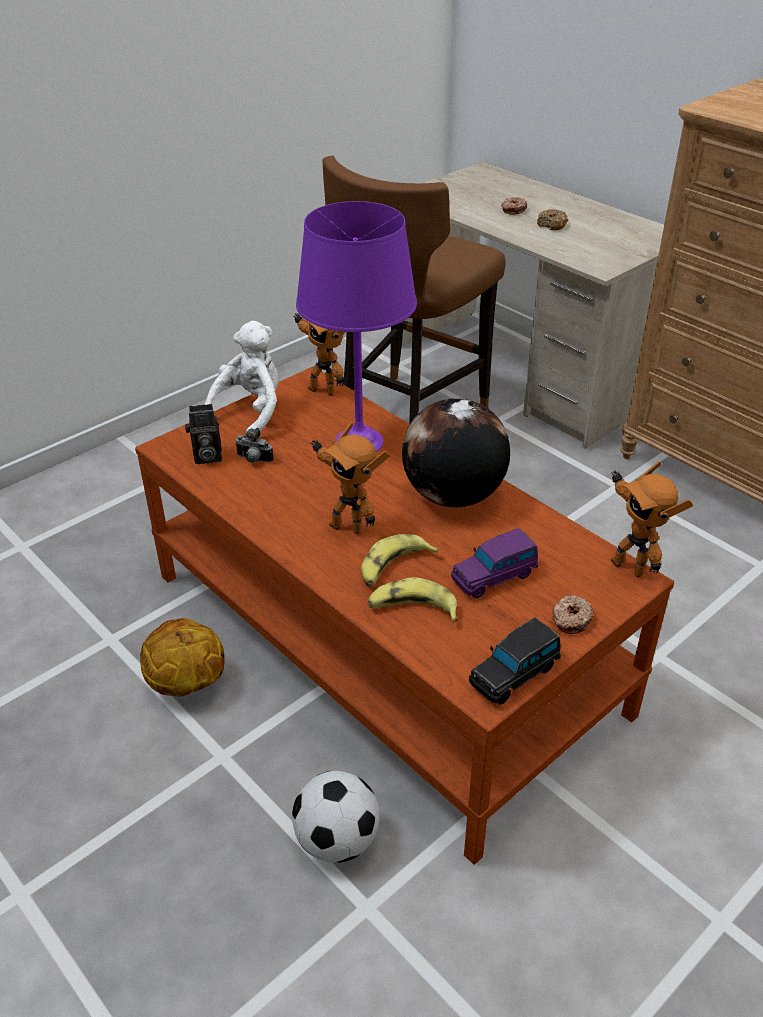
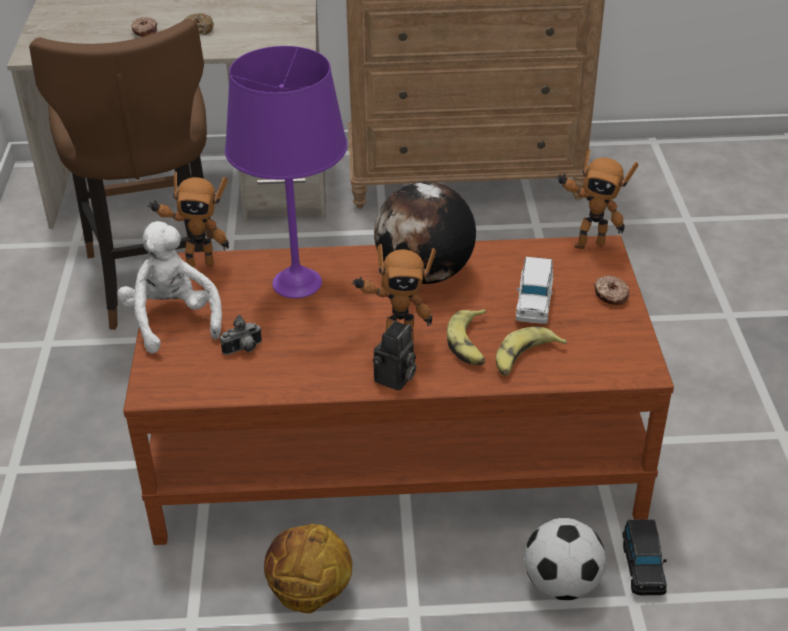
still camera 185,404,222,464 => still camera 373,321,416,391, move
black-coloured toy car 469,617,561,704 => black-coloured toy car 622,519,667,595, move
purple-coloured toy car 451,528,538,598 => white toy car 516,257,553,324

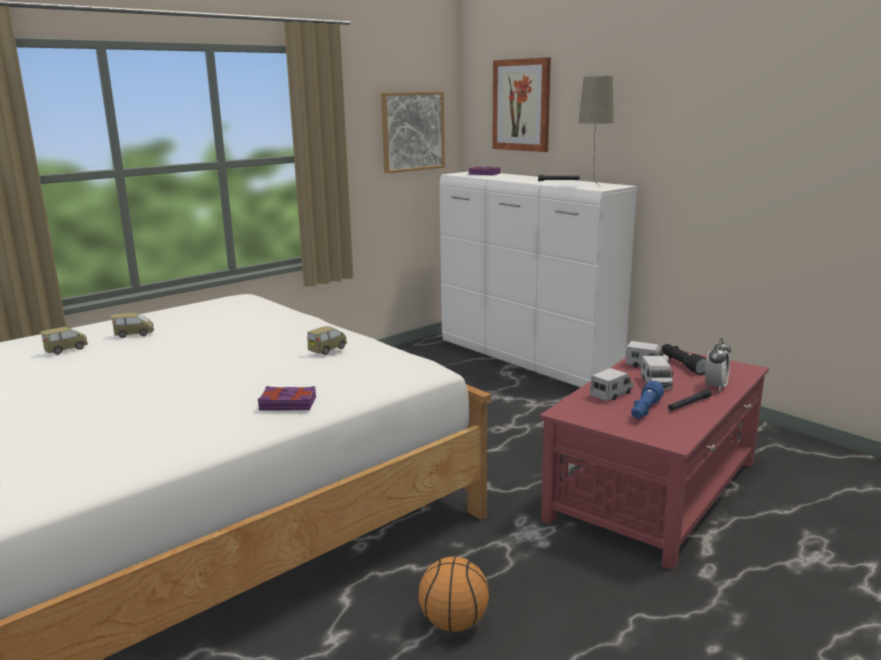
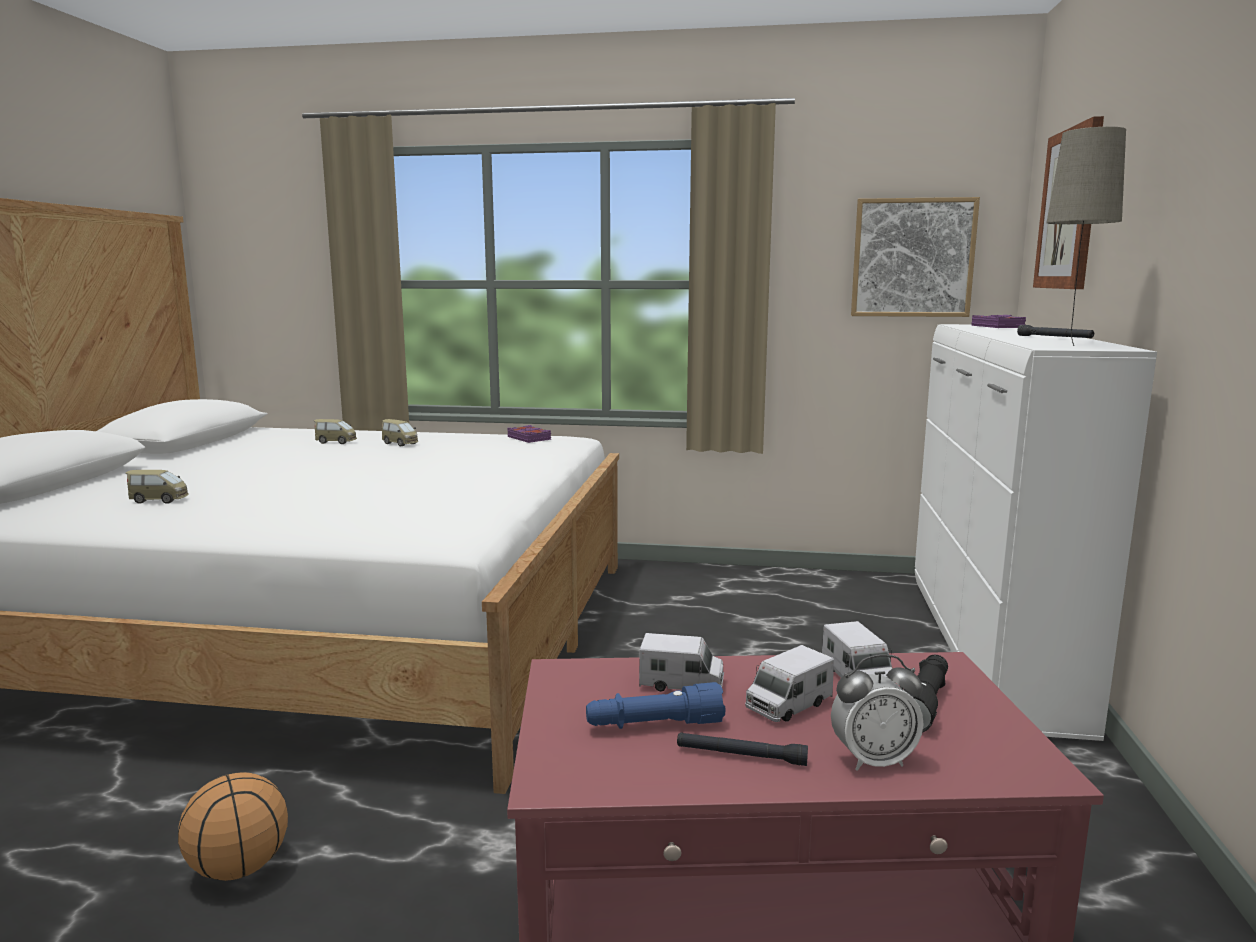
purple-coloured book 257,386,316,410 => purple-coloured book 507,425,551,443, move
toy car 307,326,347,355 => toy car 125,470,189,504, move

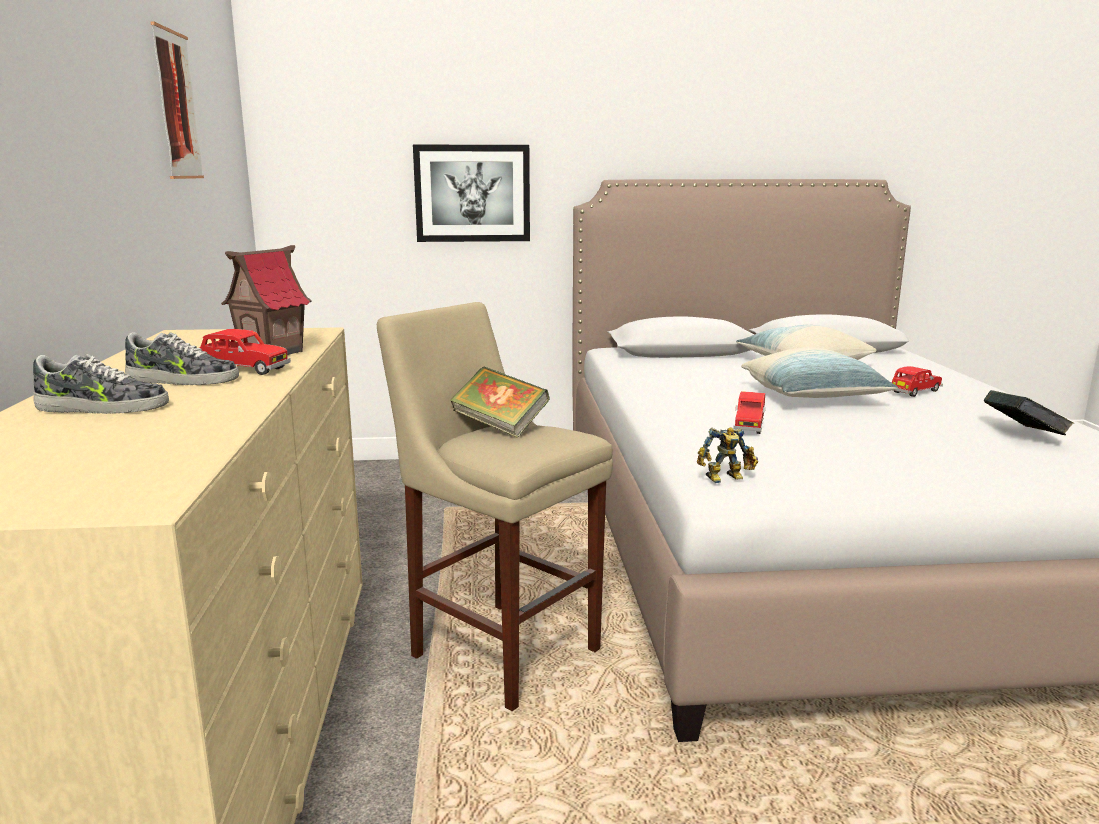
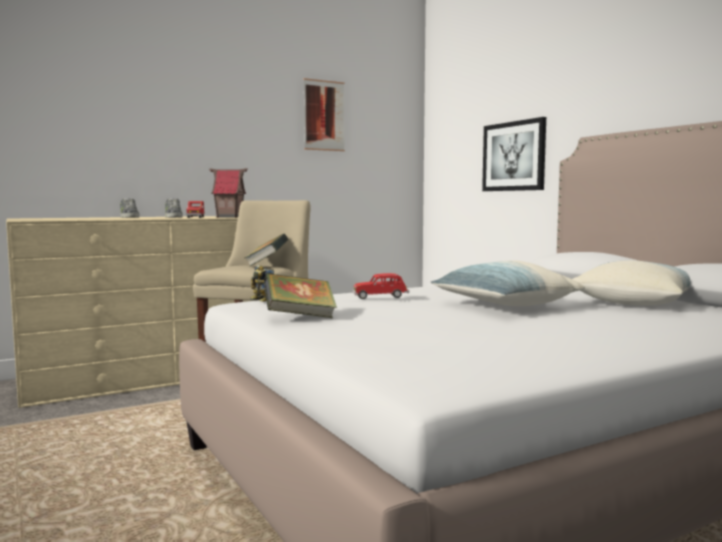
red toy car 892,366,943,397 => nothing
book 983,390,1074,435 => book 264,273,337,318, move

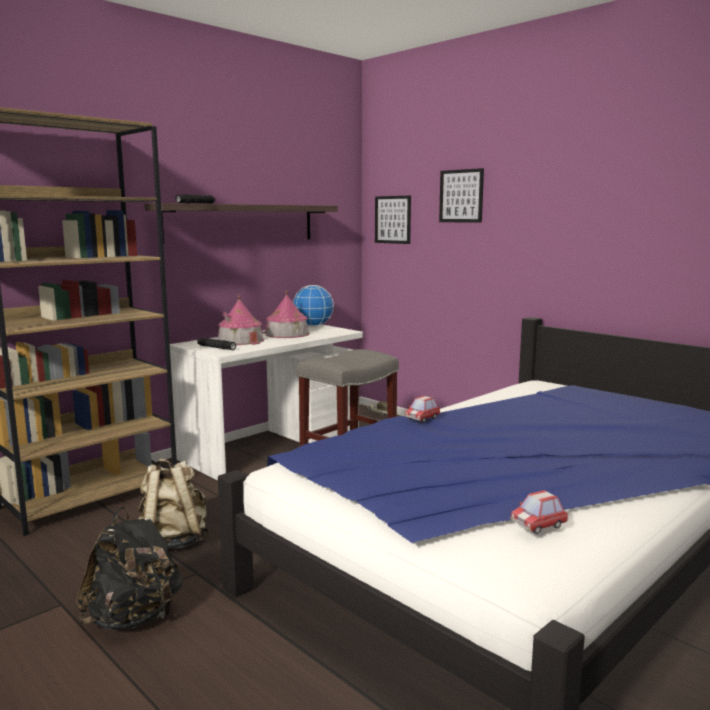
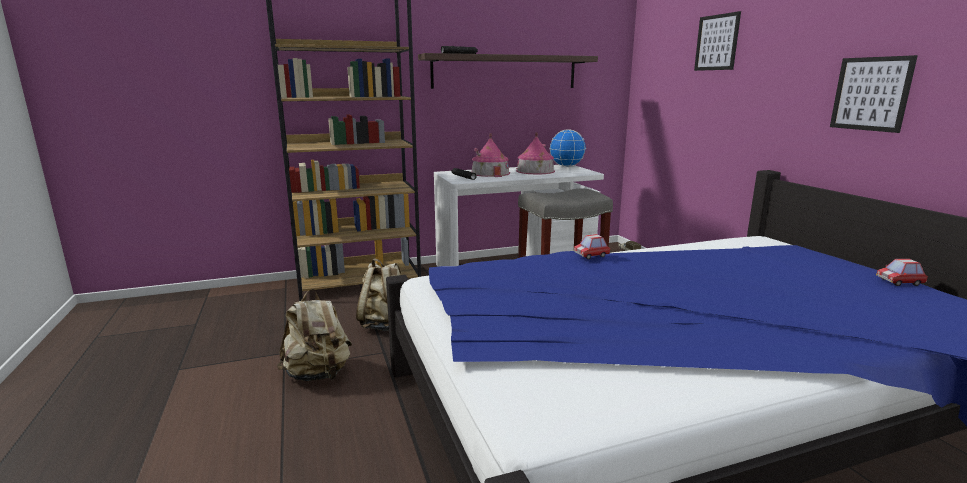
wall art 375,196,411,244 => wall art 830,55,918,133, move
toy car 511,490,568,534 => toy car 876,259,928,286, move
black-coloured backpack 76,507,183,630 => beige-coloured backpack 277,289,352,381

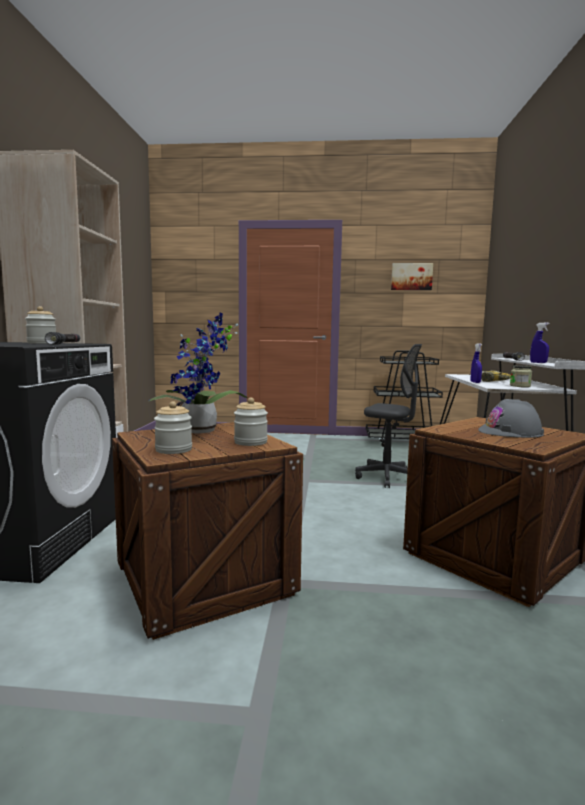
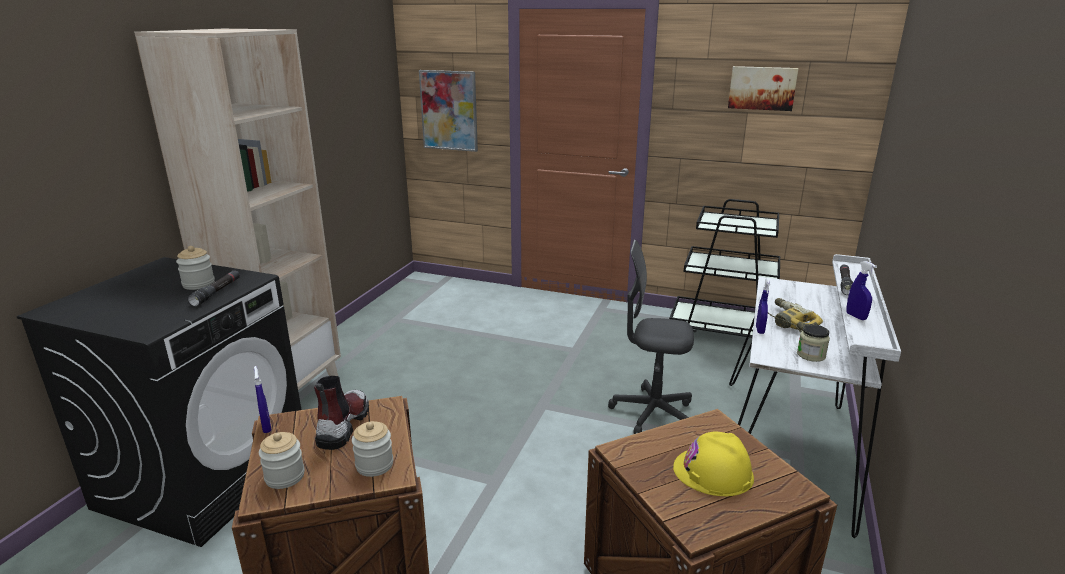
nothing => blue hand sprayer 254,366,271,433
nothing => wall art 419,70,478,152
houseplant 148,313,248,434 => high-top boot 314,376,369,450
gray hard hat 478,399,544,438 => yellow hard hat 673,432,754,496
gray computer chair 355,344,422,488 => gray computer chair 608,240,694,434, 150 degrees clockwise

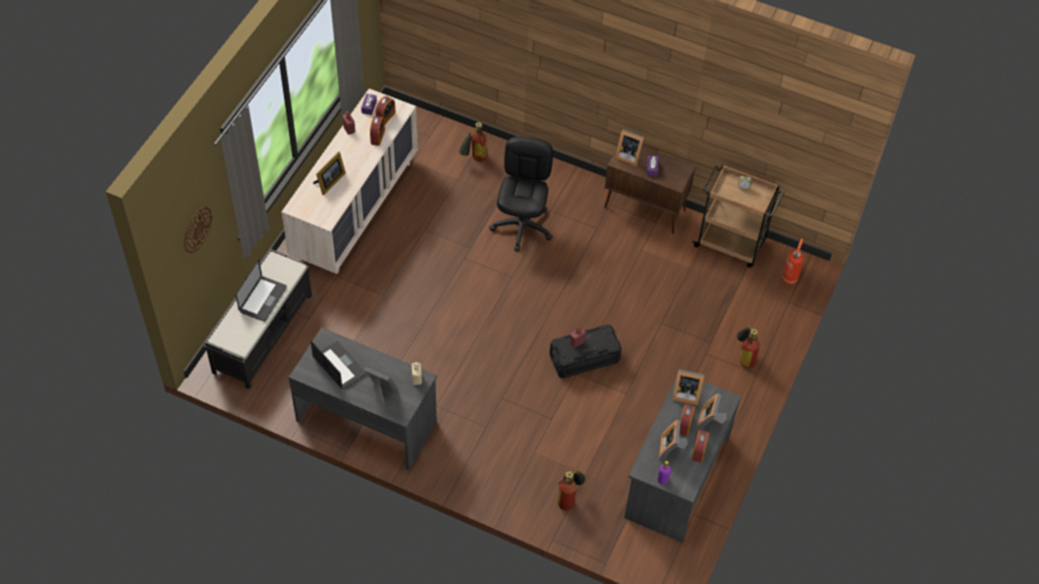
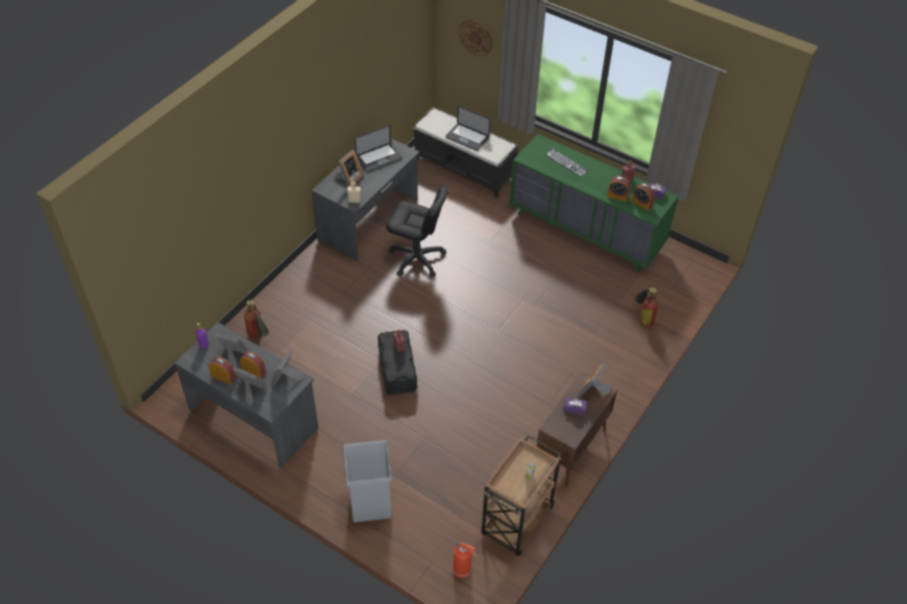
black-coloured computer chair 490,137,553,252 => black-coloured computer chair 386,186,449,277, move
standing frame 313,152,346,195 => computer keyboard 546,149,588,177
fire extinguisher 737,327,760,369 => gray rubbish bin 343,440,392,522
beige-coloured chest of drawers 281,89,418,274 => greenish chest of drawers 509,134,679,272

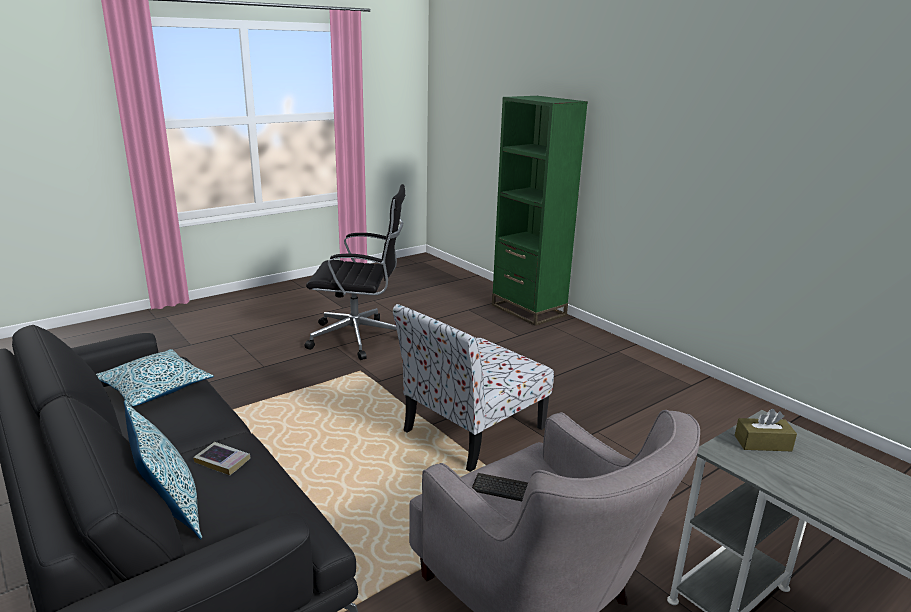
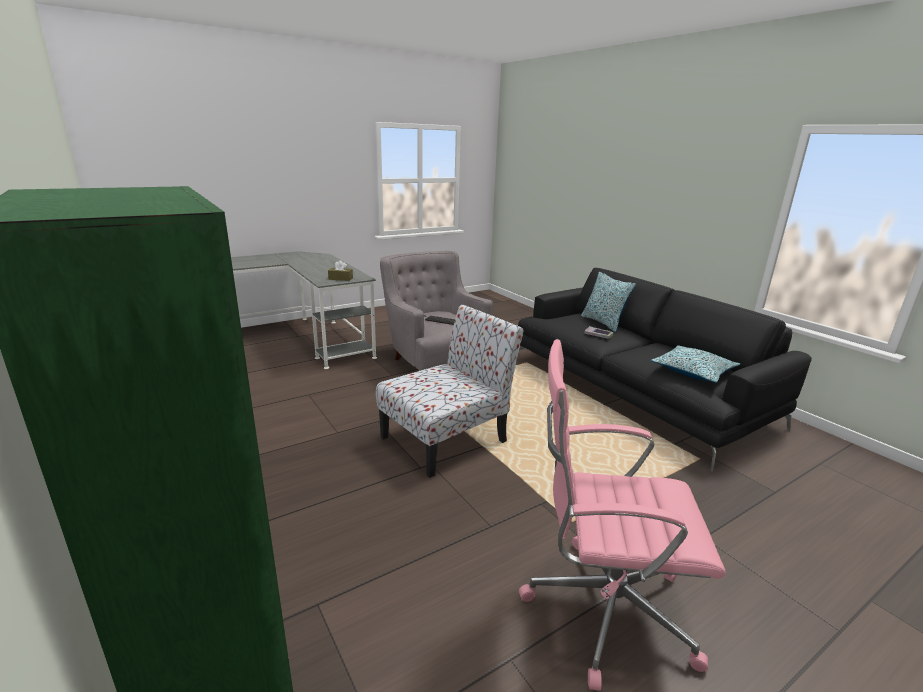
black-coloured computer chair 304,184,405,360 => pink computer chair 519,339,726,691

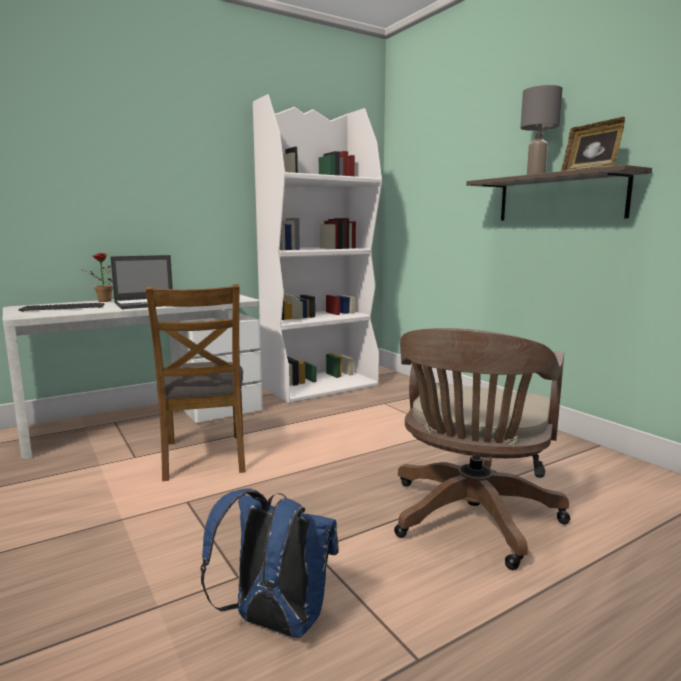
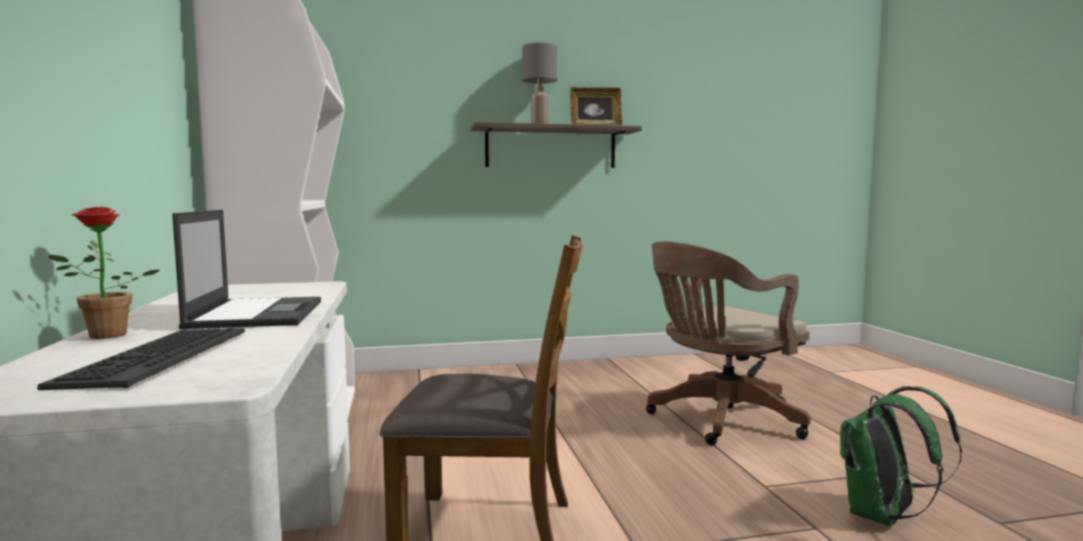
blue backpack 200,488,339,638 => greenish backpack 840,386,962,526
brown-coloured computer chair 394,328,570,570 => brown-coloured computer chair 646,241,811,445, 105 degrees clockwise

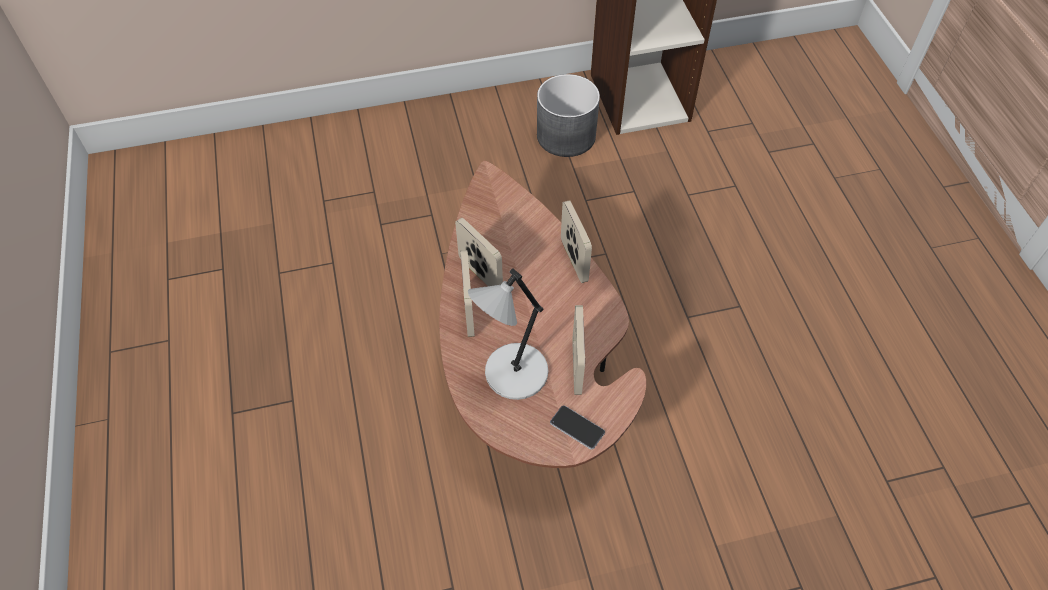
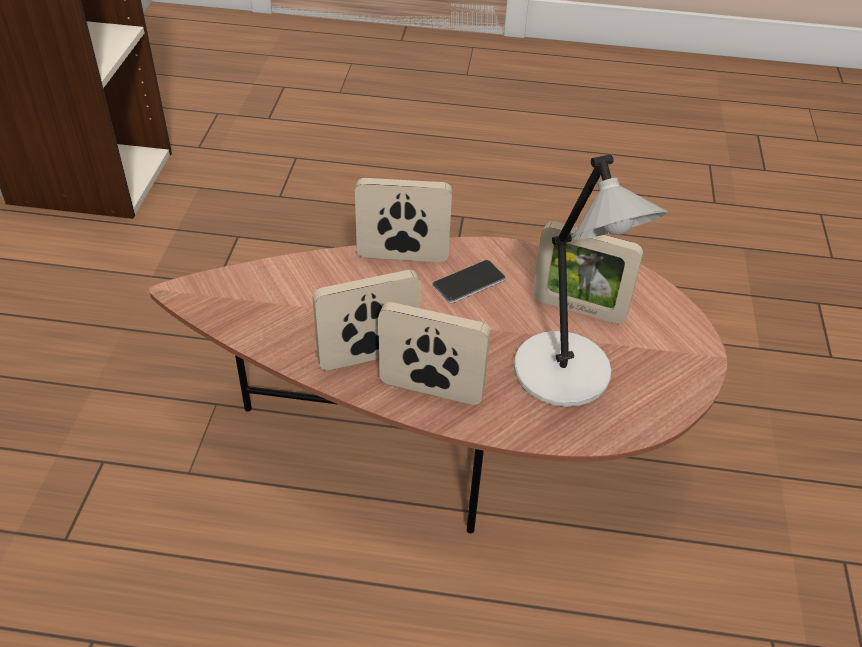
gray planter 537,74,600,157 => nothing
telephone 550,405,605,450 => telephone 432,260,506,304, move

